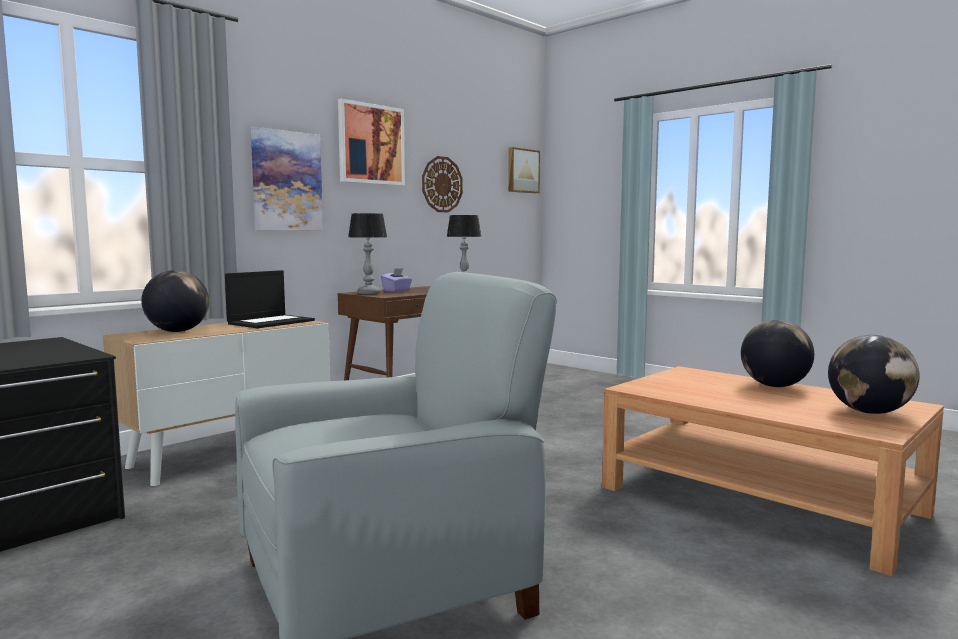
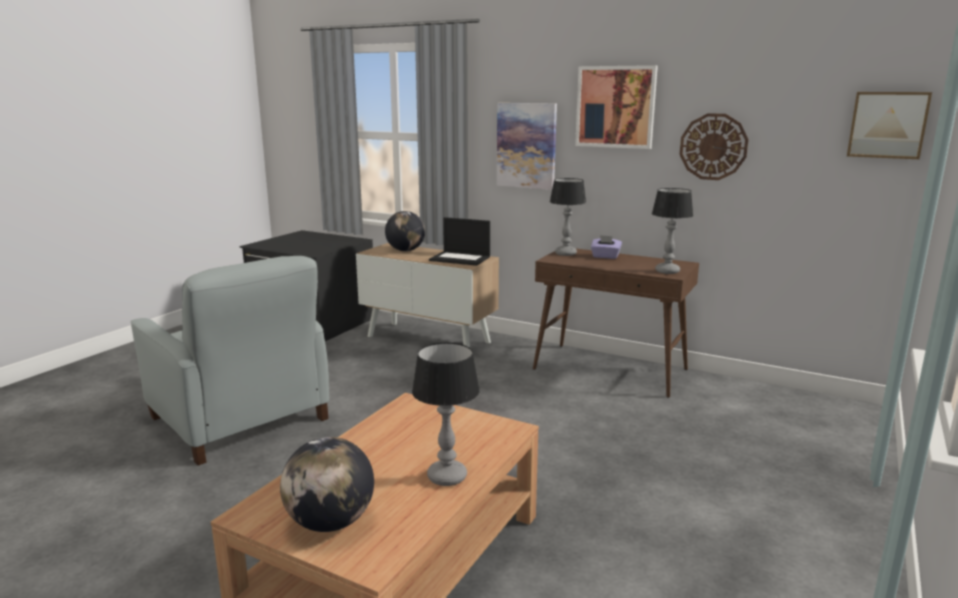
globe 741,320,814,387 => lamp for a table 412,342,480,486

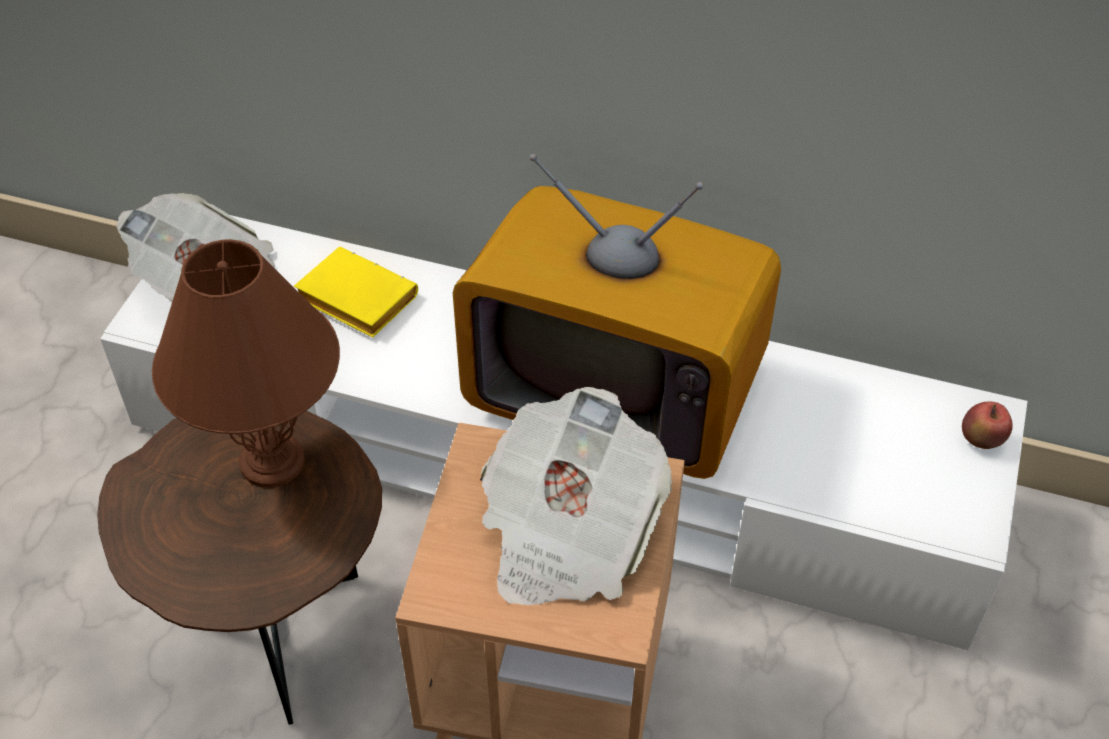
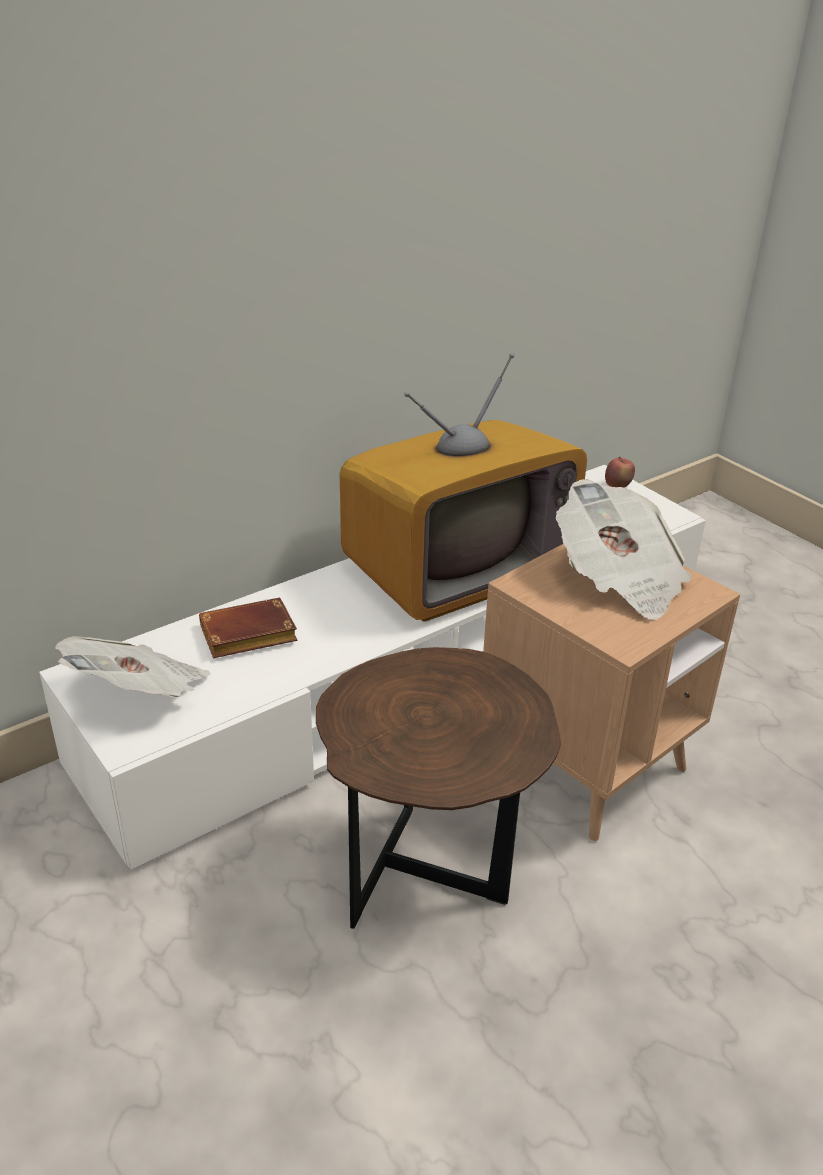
brown-coloured lamp for a table 152,239,340,488 => nothing
yellow book 294,247,418,338 => brown-coloured book 199,598,298,658

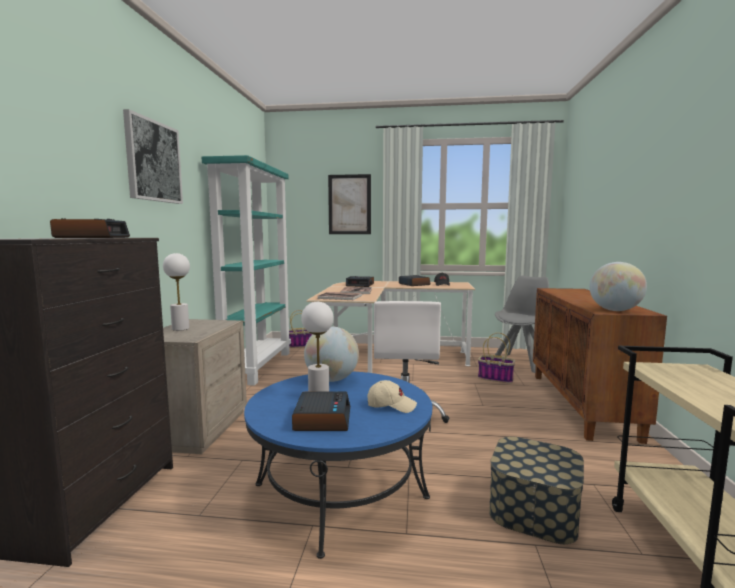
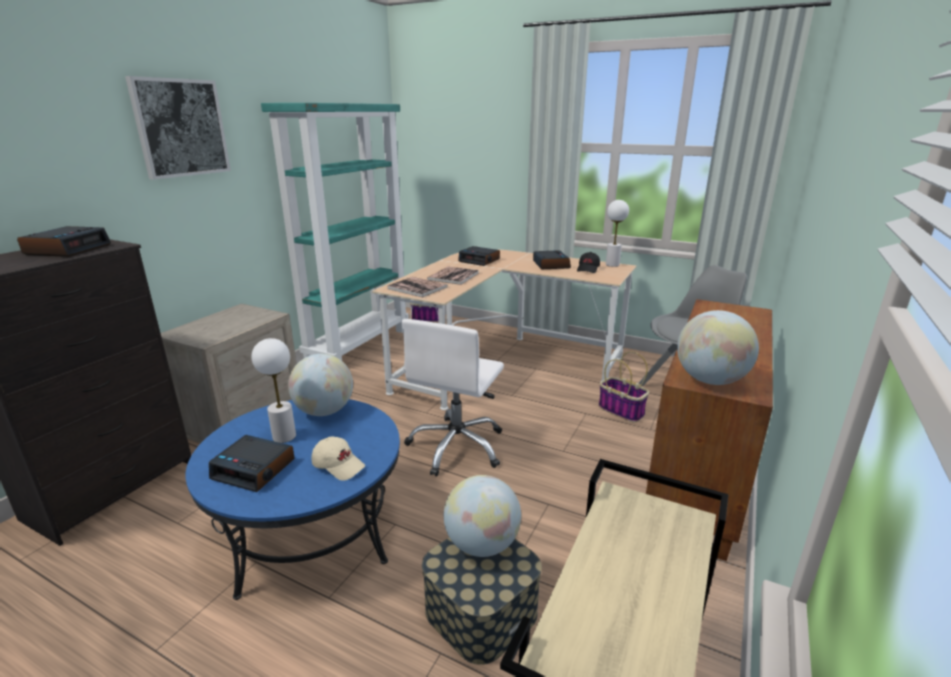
wall art 328,174,371,234 => nothing
nothing => globe 444,475,521,557
white lamp for a table 163,253,190,331 => white lamp for a table 606,200,629,267, move
bedside clock 292,392,350,431 => bedside clock 209,435,295,492, 90 degrees clockwise

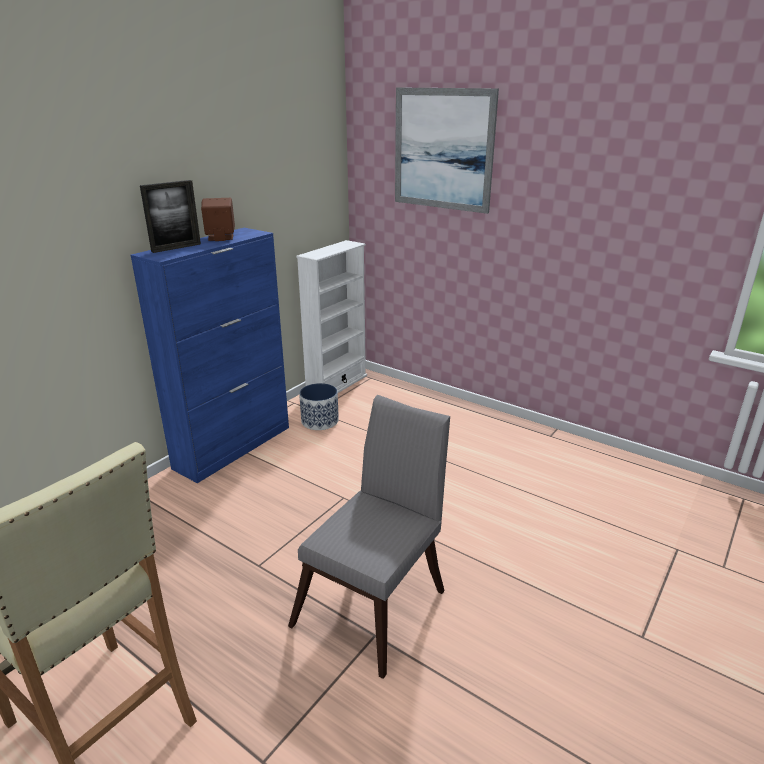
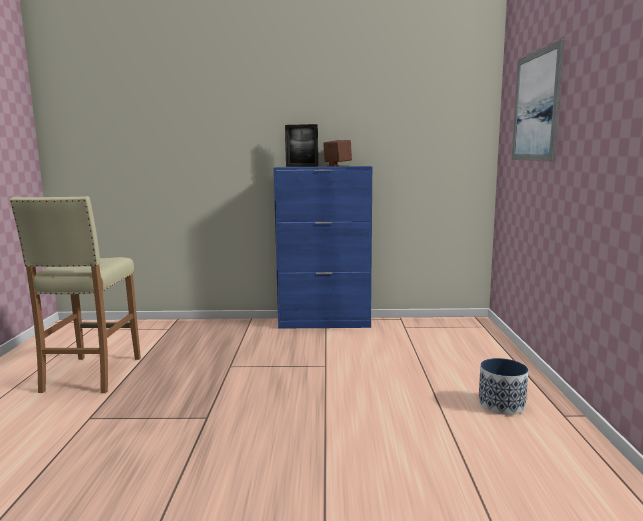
gray plain chair 288,395,450,679 => nothing
white shelving unit 296,240,367,393 => nothing
planter 299,383,339,430 => planter 479,358,528,415, move

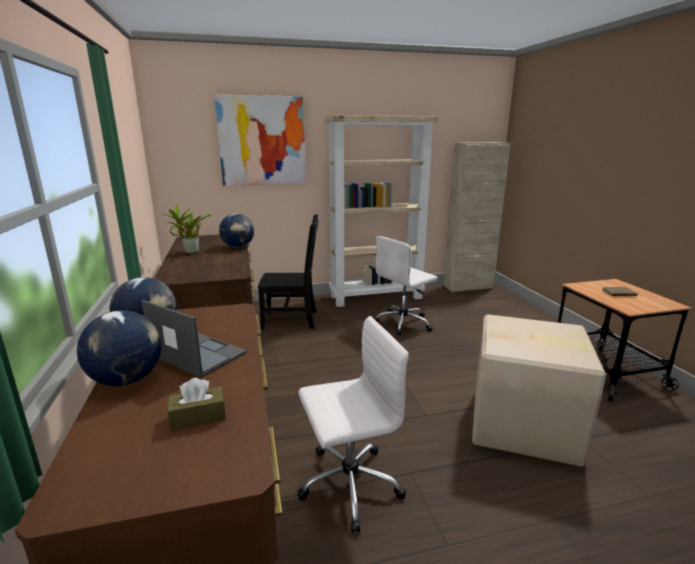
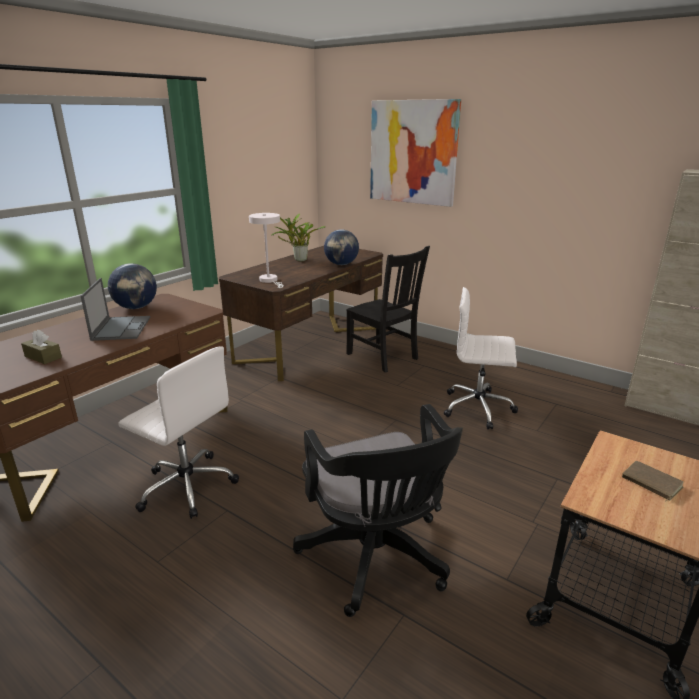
globe 77,310,162,386 => nothing
beige-coloured shelving unit 325,115,438,307 => nothing
nothing => white lamp for a table 249,213,284,288
carton 472,314,606,467 => black-coloured computer chair 293,404,463,617

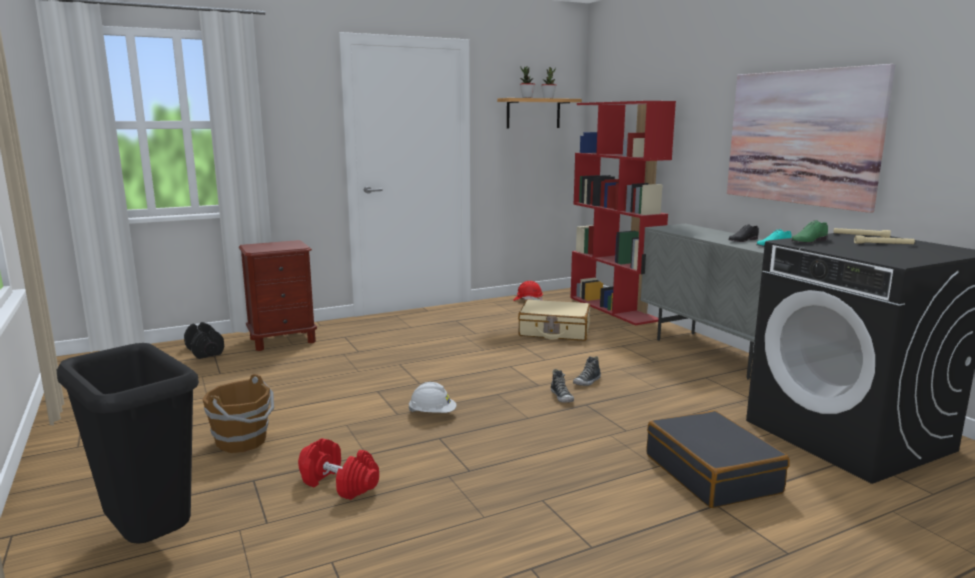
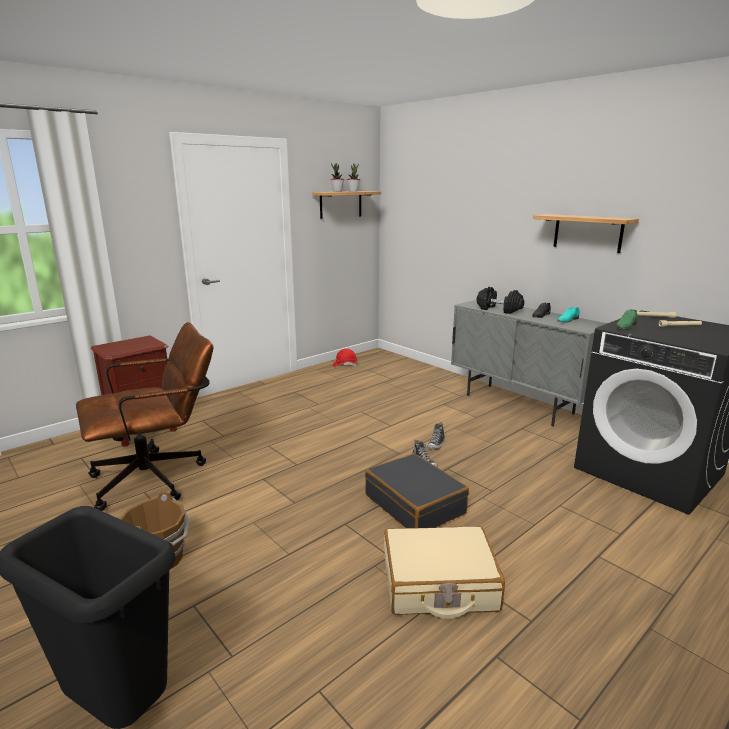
red hand weight 298,438,379,500 => nothing
white hard hat 408,382,456,413 => nothing
red shelving unit 570,101,676,326 => nothing
nothing => brown-coloured computer chair 76,322,214,511
black-coloured hand weight 184,322,224,359 => black-coloured hand weight 477,287,524,314, move
beige-coloured piece of luggage 518,299,590,341 => beige-coloured piece of luggage 384,526,505,619, move
black-coloured piece of luggage 647,411,789,508 => black-coloured piece of luggage 365,453,469,528, move
wall art 727,64,895,213 => wall shelf 533,214,639,253

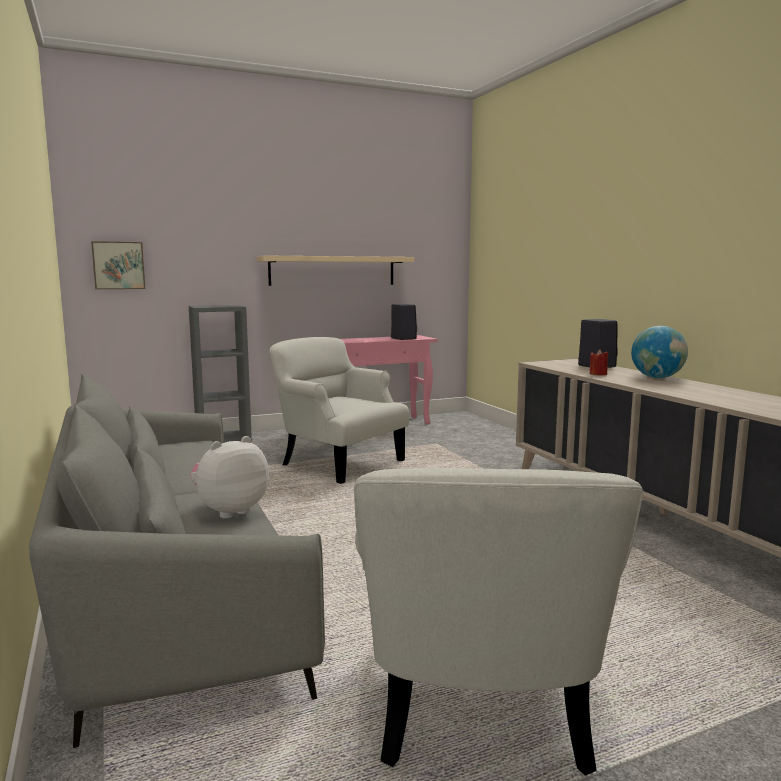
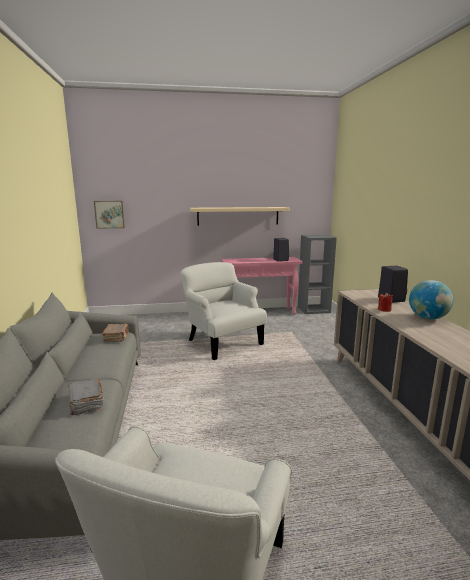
nothing => brown-coloured book 102,323,129,342
gray shelving unit 189,305,252,443 => gray shelving unit 298,235,337,314, move
cuddly toy 191,436,269,518 => gray book 68,379,104,415

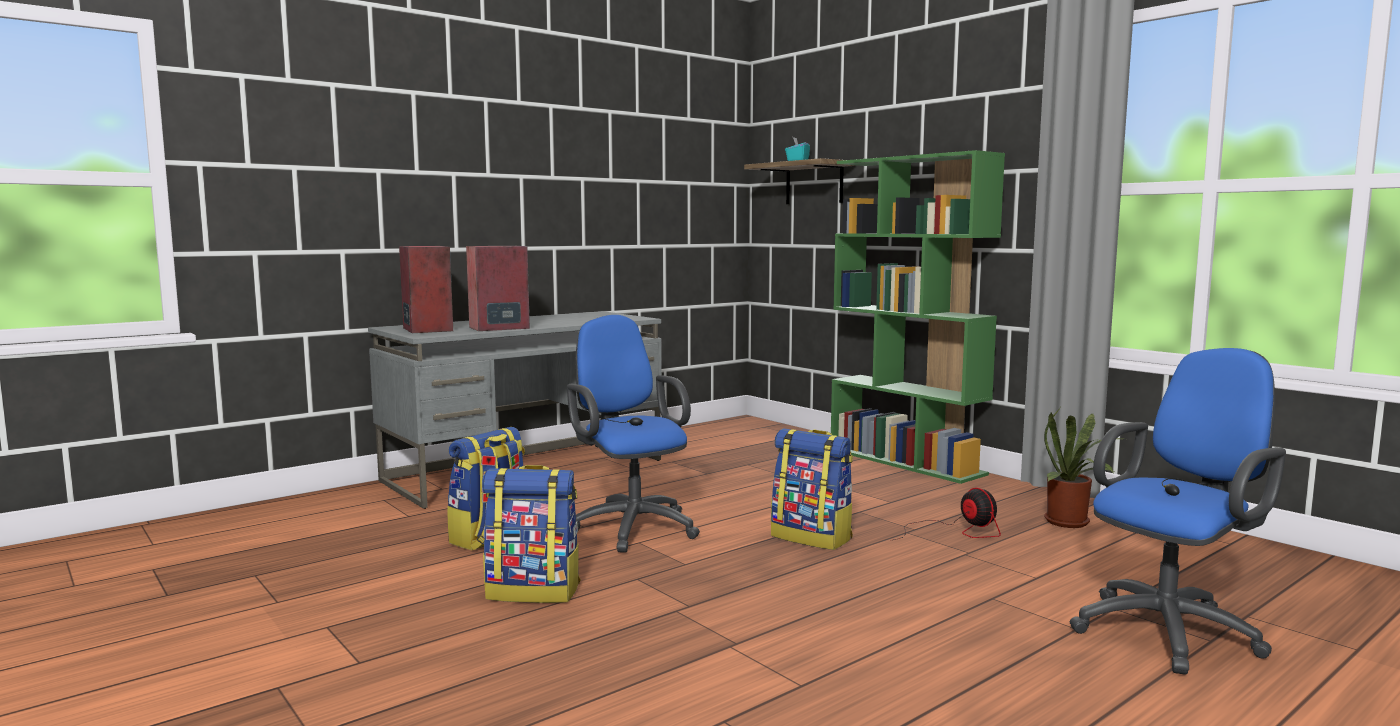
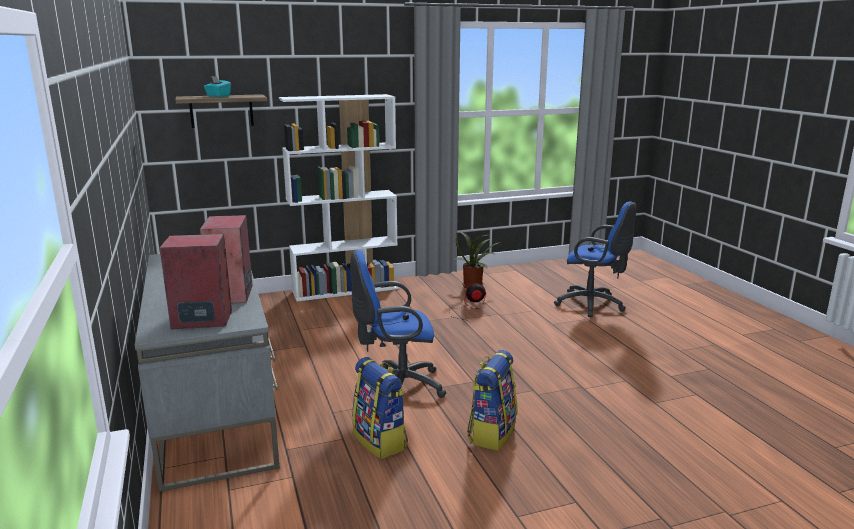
backpack 771,428,853,550 => nothing
greenish shelving unit 831,150,1005,484 => white shelving unit 279,94,398,301
blue computer chair 1070,348,1286,675 => blue computer chair 554,202,636,317, 135 degrees clockwise

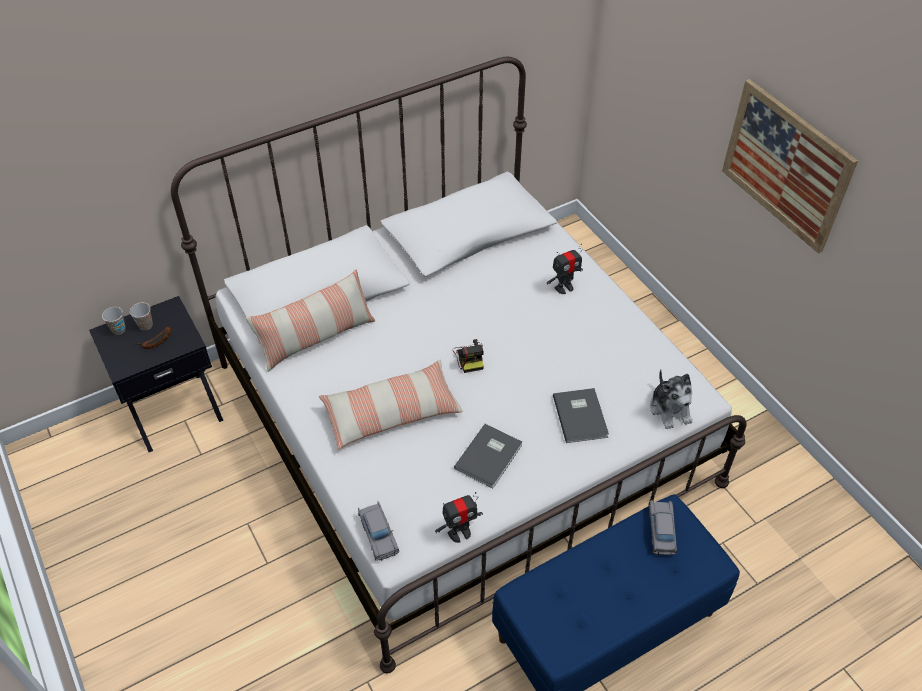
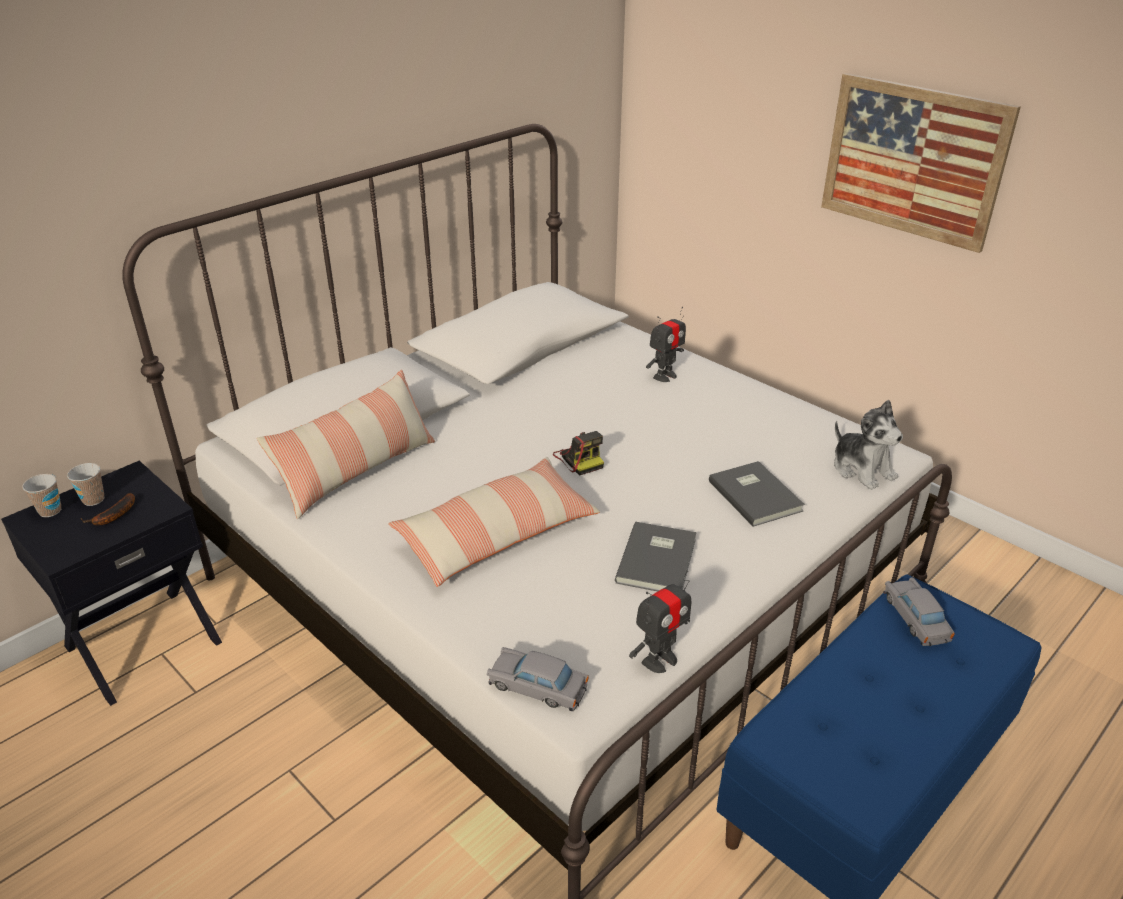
gray toy car 358,501,399,561 => gray toy car 487,647,589,711, 150 degrees clockwise

